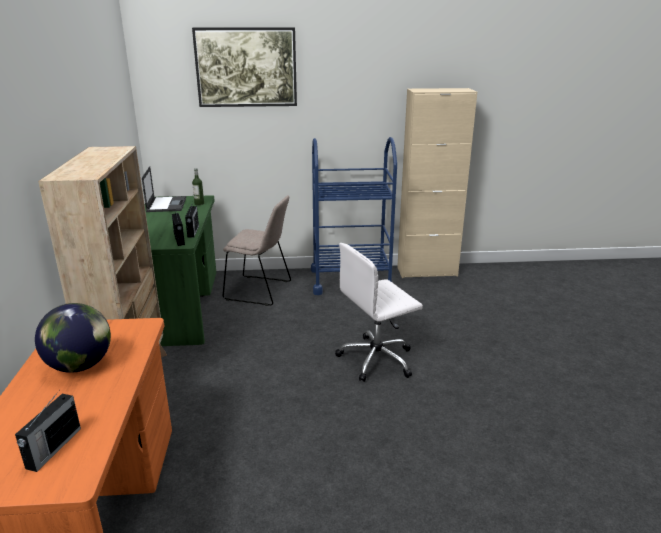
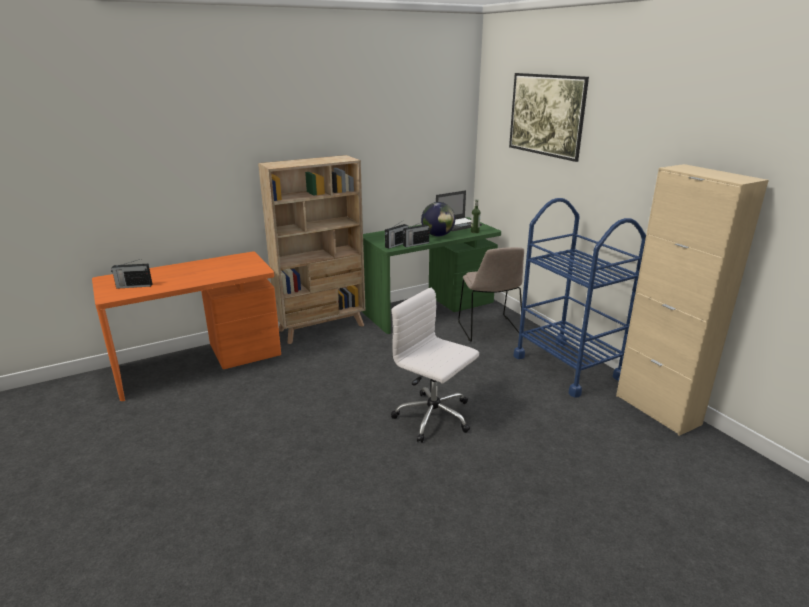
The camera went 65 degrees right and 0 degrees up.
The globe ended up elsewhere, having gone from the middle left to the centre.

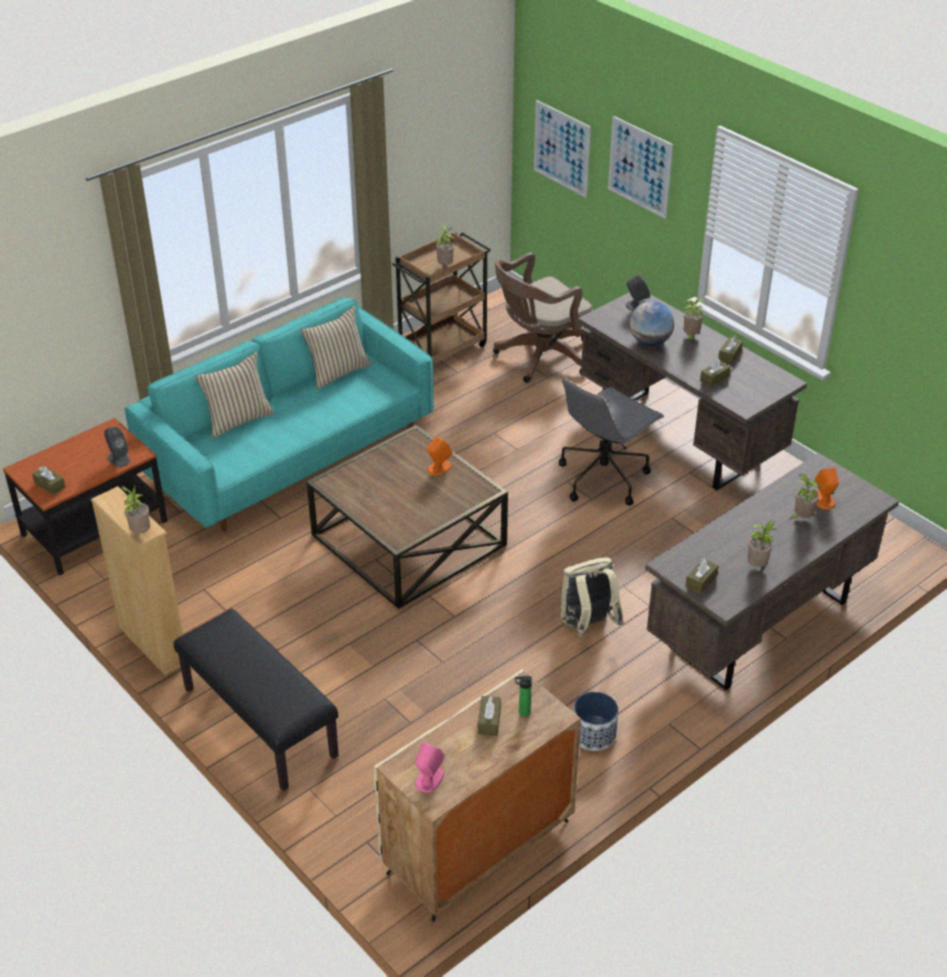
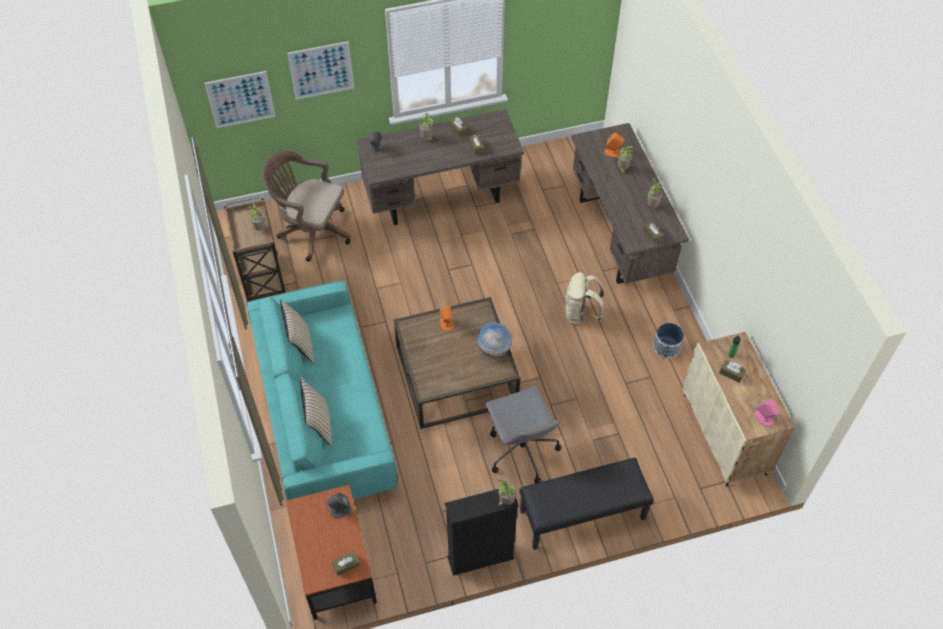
The camera went 65 degrees left and 15 degrees up.
The office chair (brown) at the top centre ended up facing another way, 120 degrees clockwise from before.
The globe ended up elsewhere, having gone from the top right to the centre.
The office chair (grey) ended up elsewhere, having gone from the centre to the bottom centre.
What was the bookcase (beige) at the middle left turned into the bookcase (black) at the bottom centre.

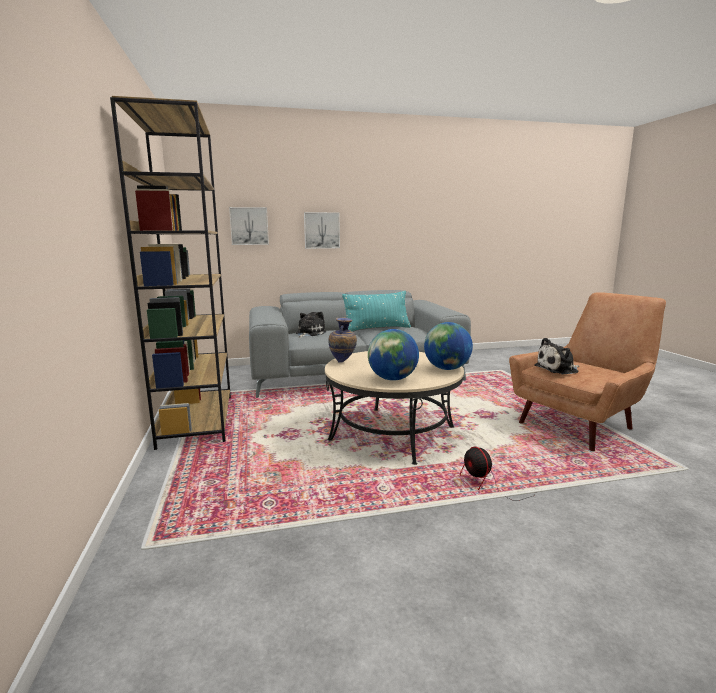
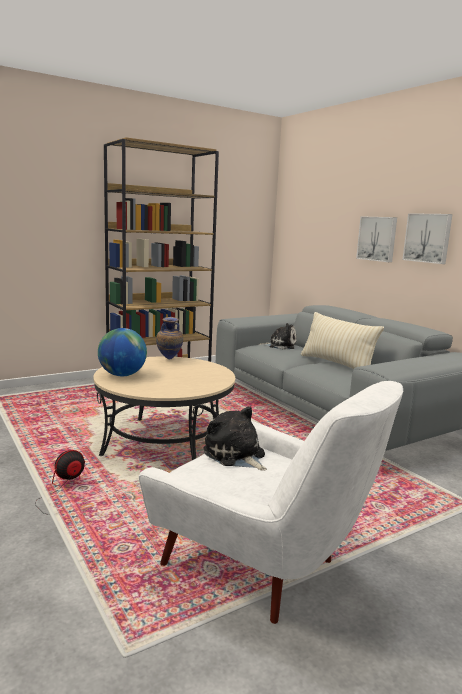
The camera went 70 degrees right and 0 degrees up.
The picture (1st from left in the first image) ended up elsewhere, having gone from the top centre to the middle right.
What was the pillow (turquoise) at the centre turned into the pillow (beige) at the middle right.
What was the armchair (brown) at the middle right turned into the armchair (white) at the bottom centre.
The second view lost the globe (2nd from left) at the centre.

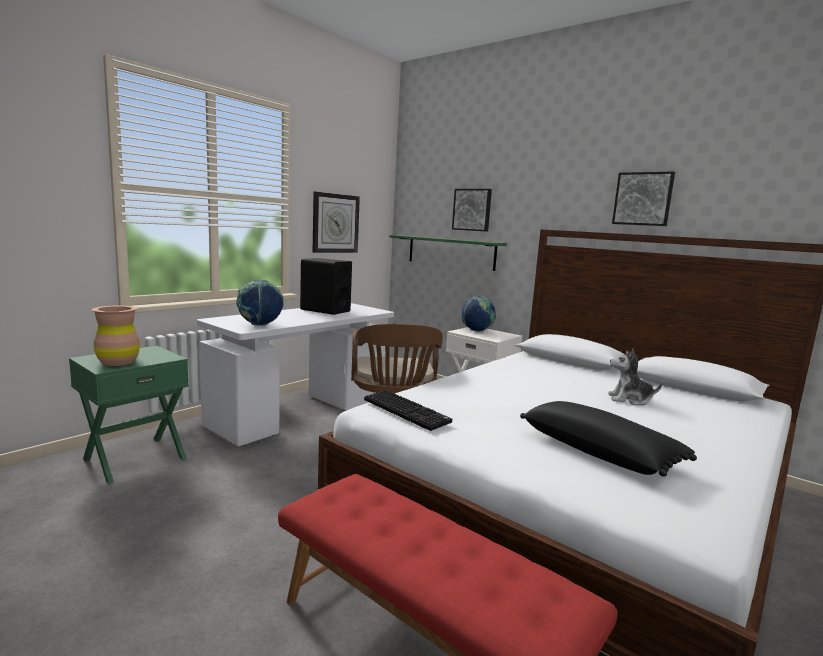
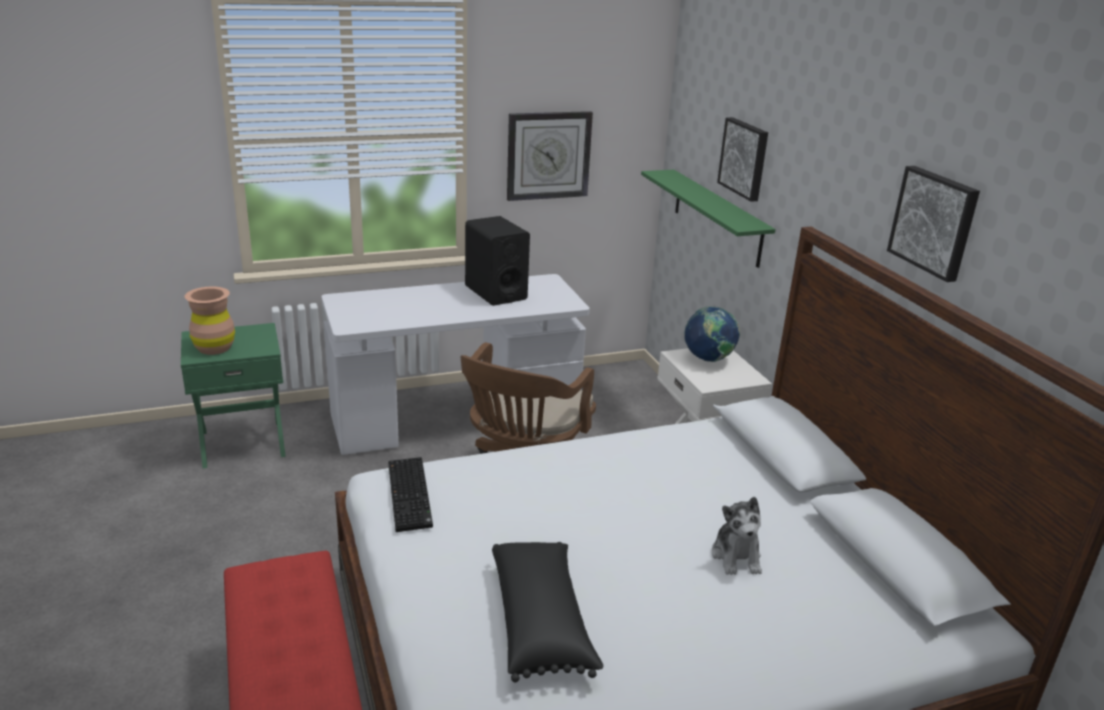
The camera went 30 degrees right and 15 degrees up.
The second view lost the globe (1st from left) at the middle left.
The plush toy at the middle right ended up facing another way, 135 degrees counterclockwise from before.

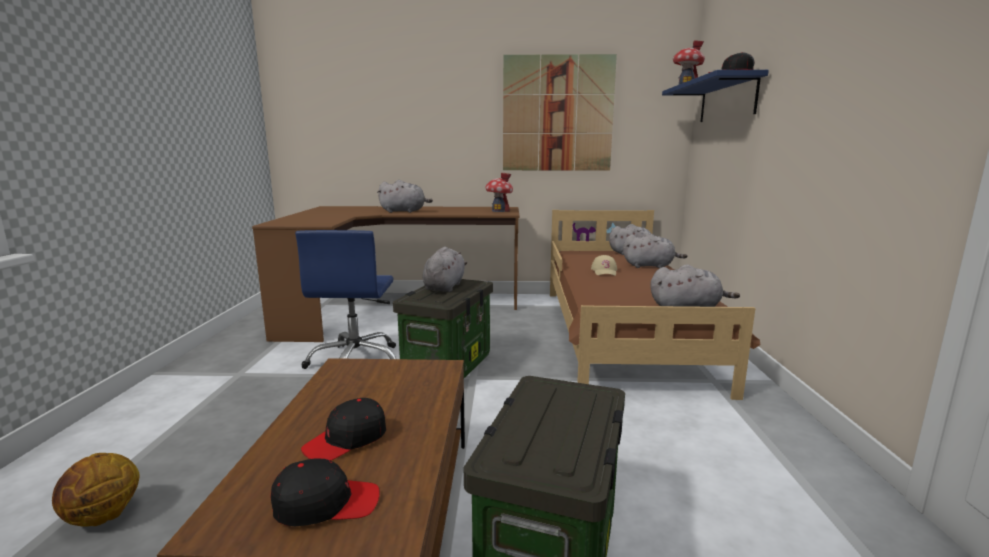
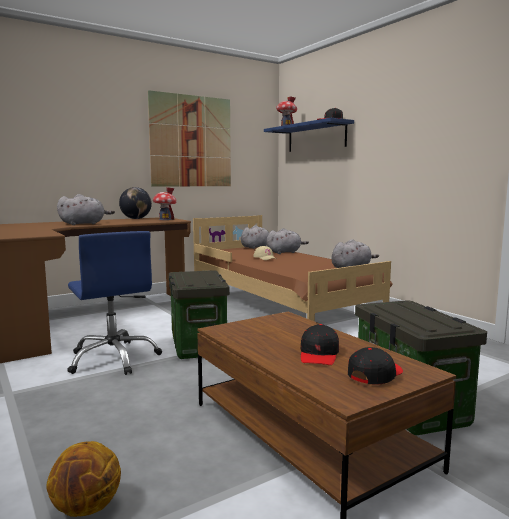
The camera went 35 degrees left and 5 degrees down.
The second view lost the plush toy (grey) (2nd from left) at the centre.
The second view gained the globe at the middle left.

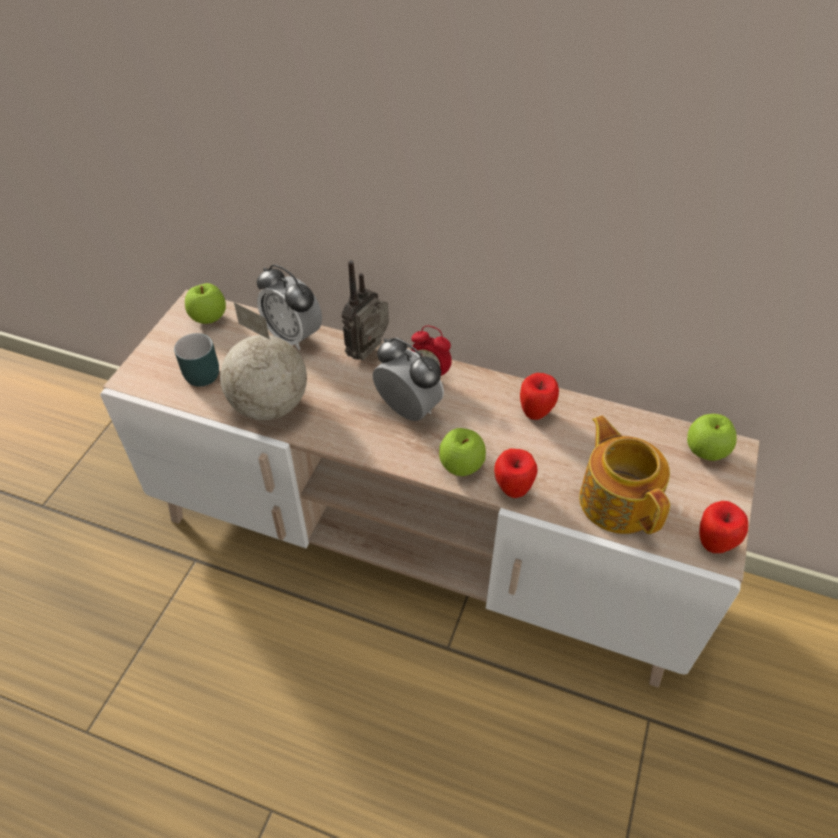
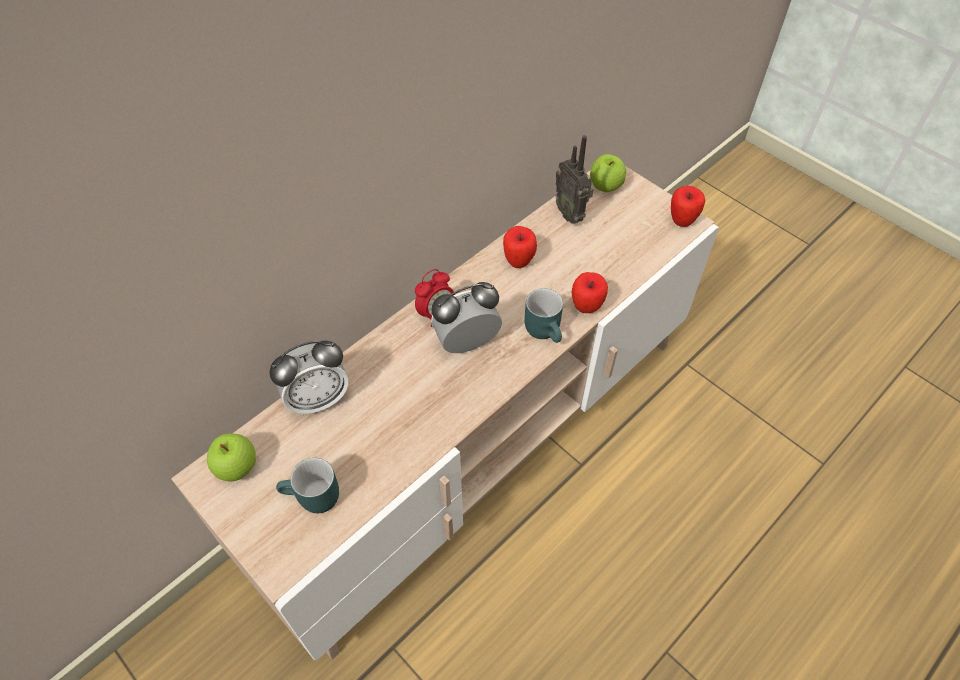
The camera went 65 degrees left and 5 degrees up.
The radio ended up elsewhere, having gone from the centre to the top centre.
The second view lost the globe at the middle left.
The second view lost the teapot at the middle right.
Where the apple (2nd from left) stood at the centre, the mug (turquoise) (2nd from left) came to stand at the centre.

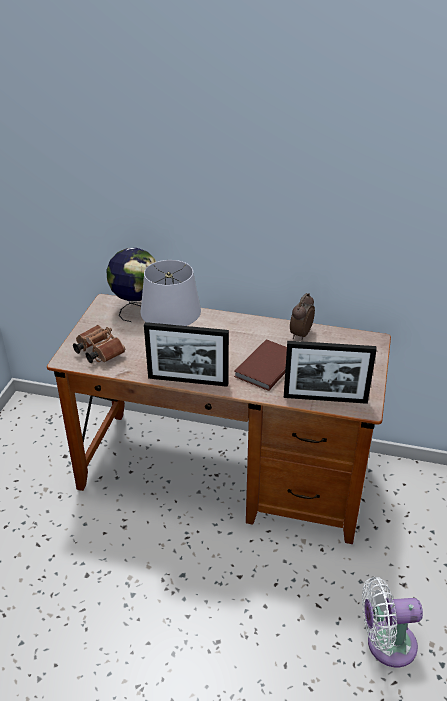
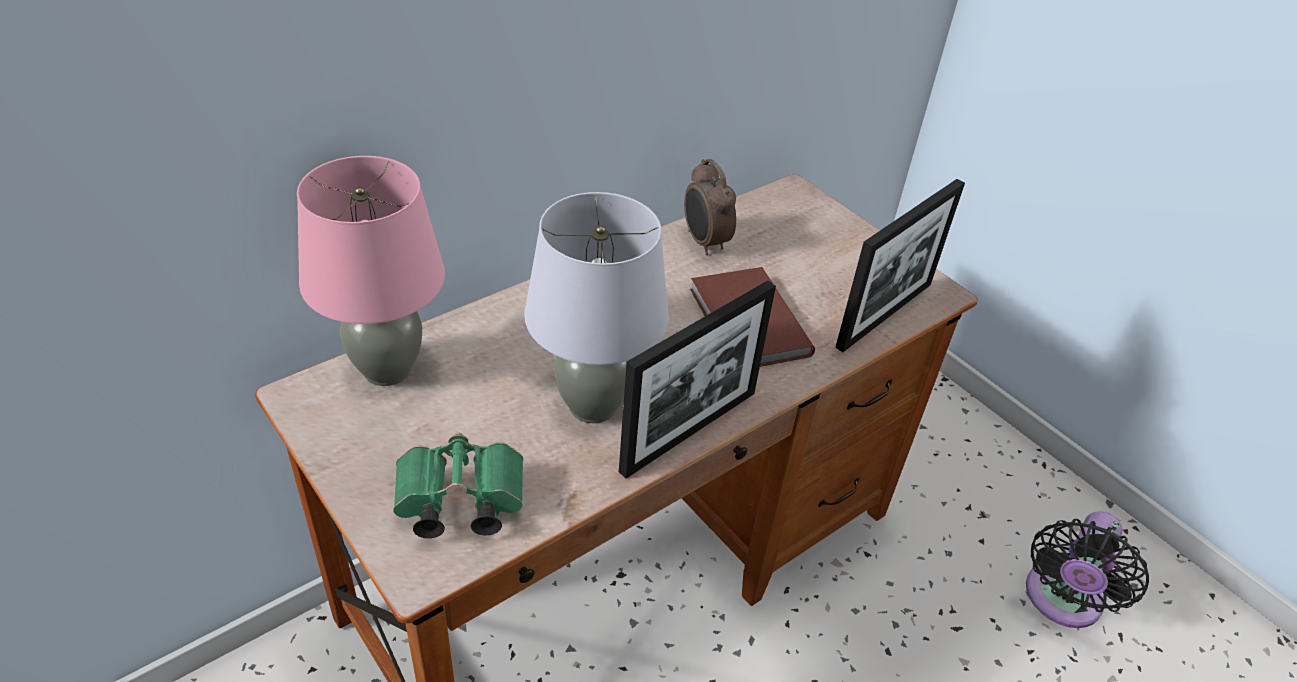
The camera went 55 degrees left and 5 degrees up.
Where the globe stood at the middle left, the table lamp (pink) came to stand at the middle left.
What was the binoculars (brown) at the middle left turned into the binoculars (green) at the bottom centre.
What was the fan (white) at the bottom right turned into the fan (black) at the bottom right.

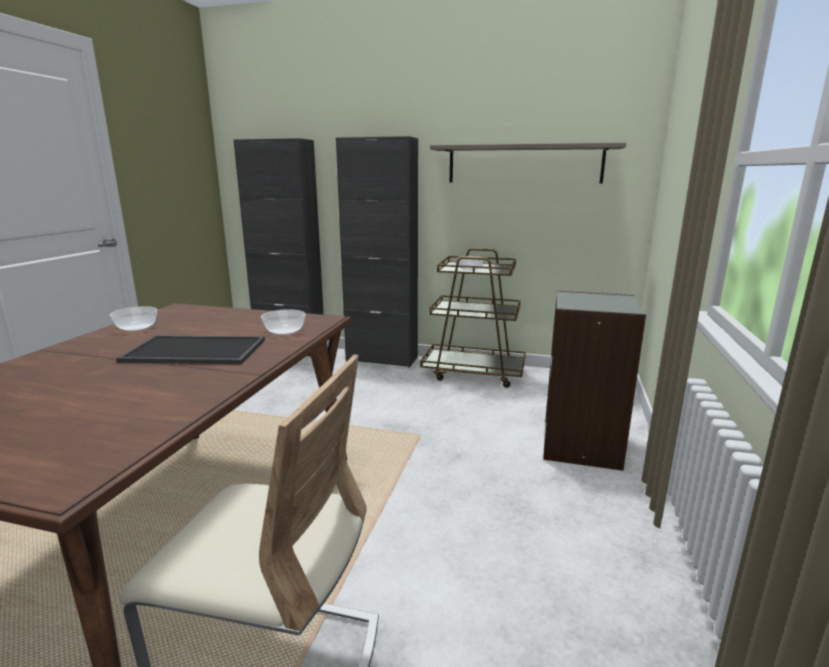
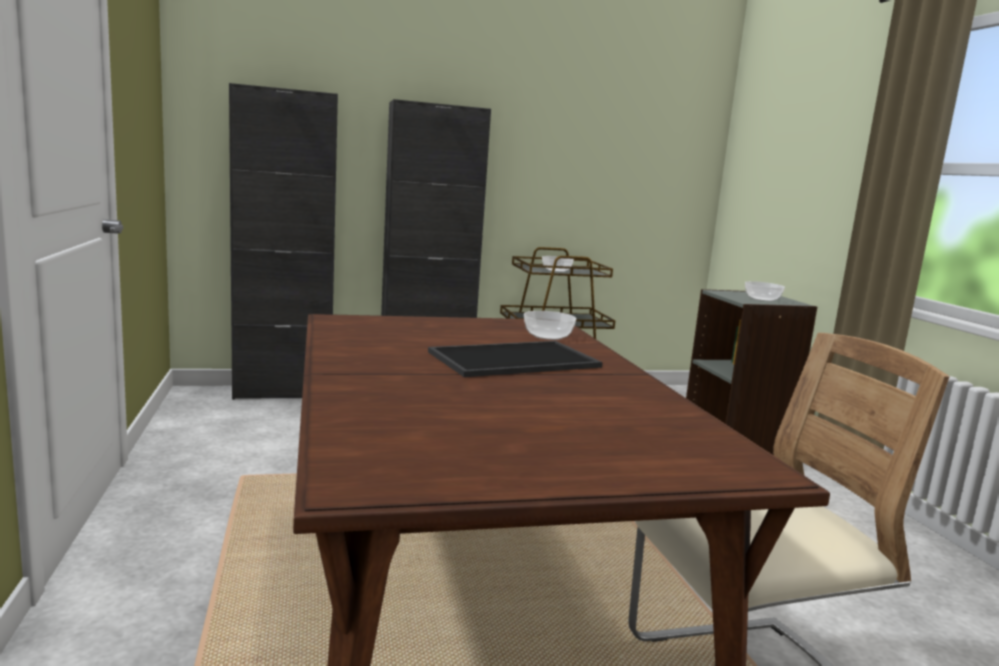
The camera went 30 degrees left and 5 degrees down.
The second view lost the shelf at the top centre.
The bowl (1st from left in the first image) ended up elsewhere, having gone from the middle left to the middle right.

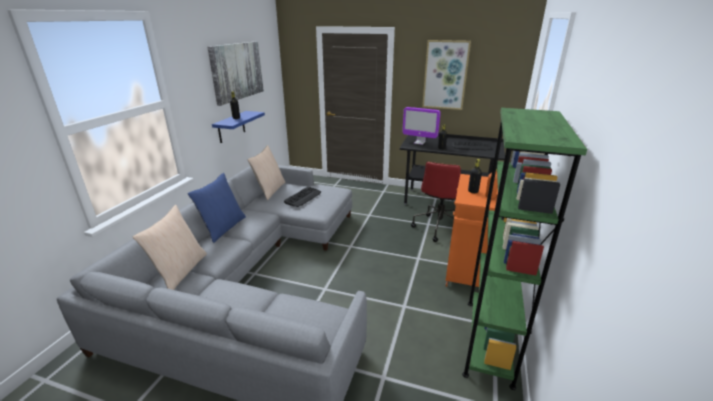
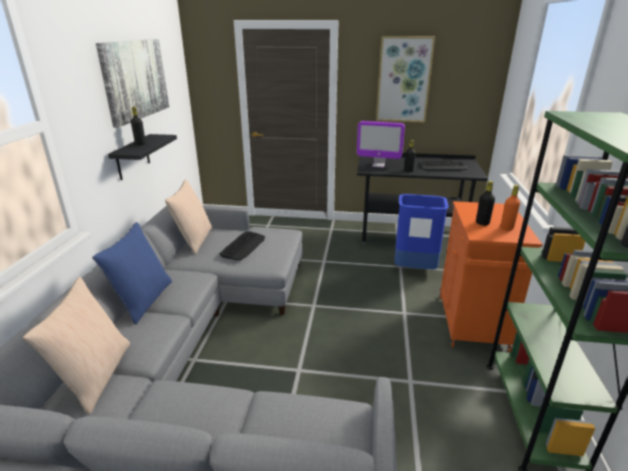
The camera went 10 degrees left and 0 degrees up.
What was the shelf (blue) at the top centre turned into the shelf (black) at the middle left.
Where the office chair (red) stood at the centre, the trash can (blue) came to stand at the middle right.

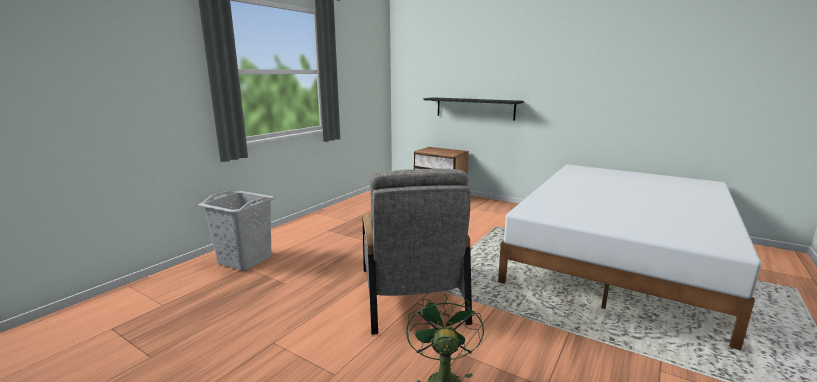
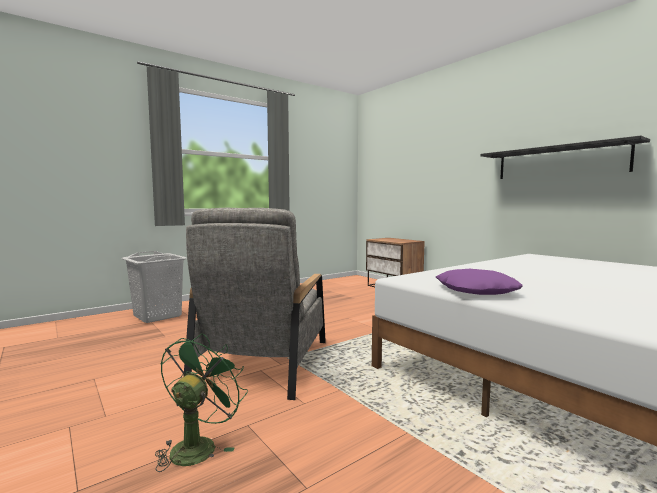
The camera went 20 degrees right and 10 degrees down.
The shelf (black) ended up elsewhere, having gone from the top centre to the top right.
The second view gained the pillow (purple) at the middle right.

